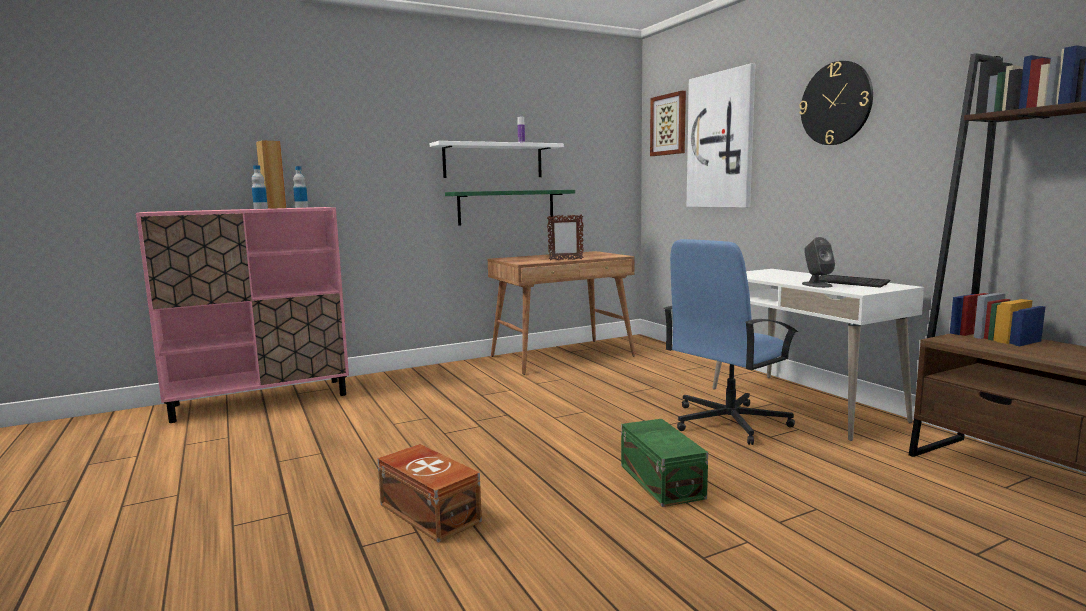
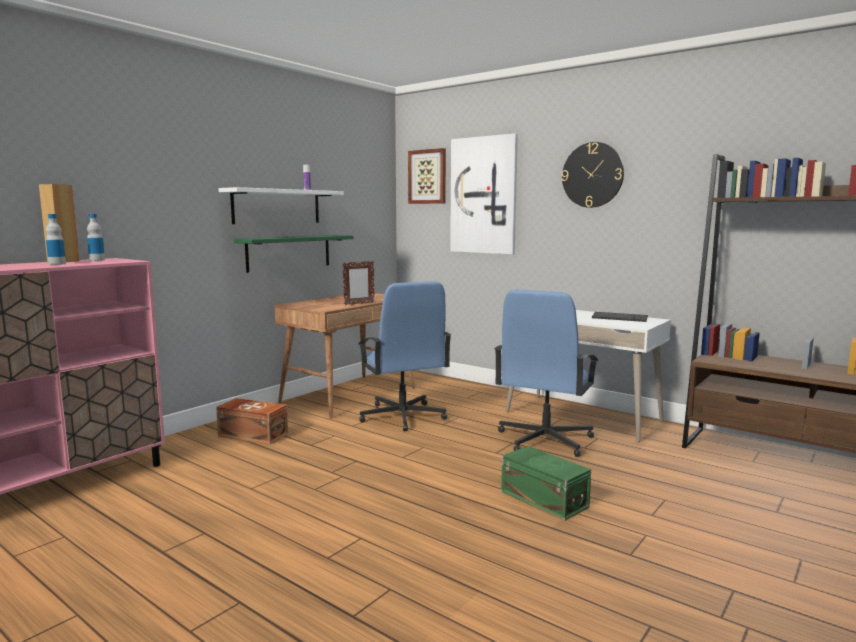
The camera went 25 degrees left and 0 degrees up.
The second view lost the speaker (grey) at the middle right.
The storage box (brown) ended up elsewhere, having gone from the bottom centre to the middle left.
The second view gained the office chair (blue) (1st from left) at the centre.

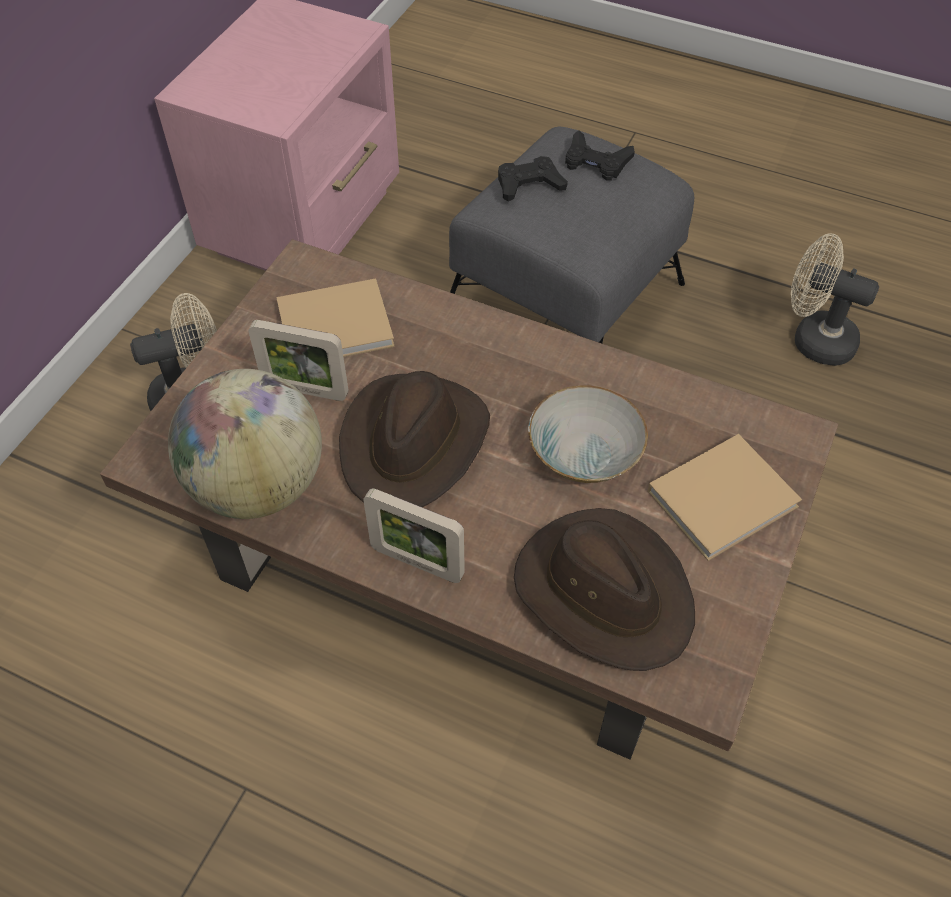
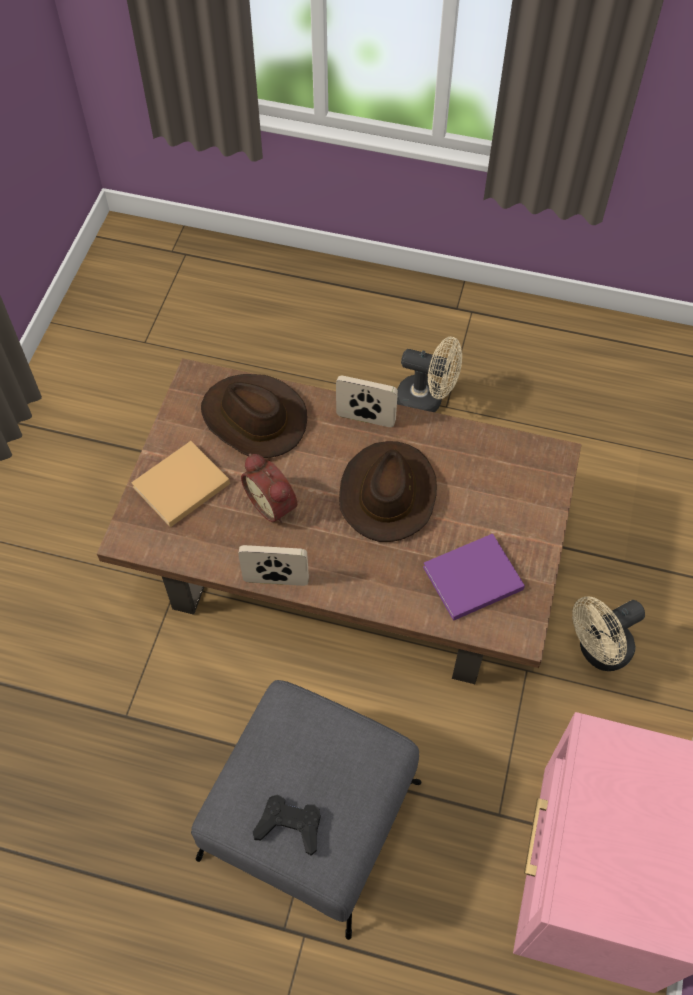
The camera went 170 degrees right and 5 degrees up.
The second view lost the game controller (black) (1st from left) at the top centre.
The fan (beige) (2nd from left in the first image) ended up elsewhere, having gone from the middle right to the centre.
What was the book (beige) (1st from left) at the centre turned into the book (purple) at the middle right.
The picture frame (1st from left) ended up elsewhere, having gone from the middle left to the centre.
The second view lost the globe at the middle left.
Where the bowl stood at the centre, the alarm clock came to stand at the centre.

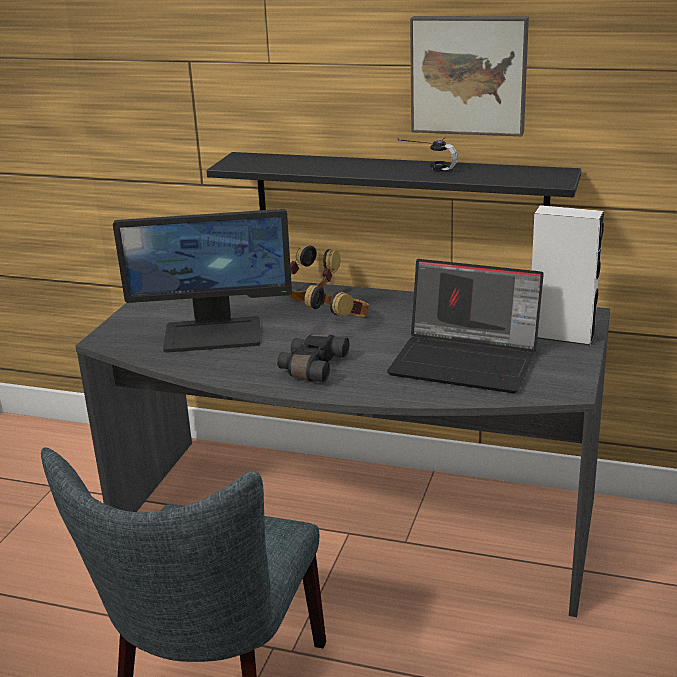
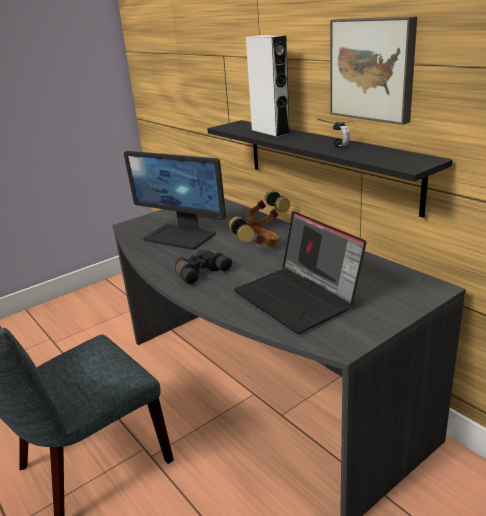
The camera went 35 degrees right and 0 degrees up.
The speaker (white) ended up elsewhere, having gone from the middle right to the top centre.

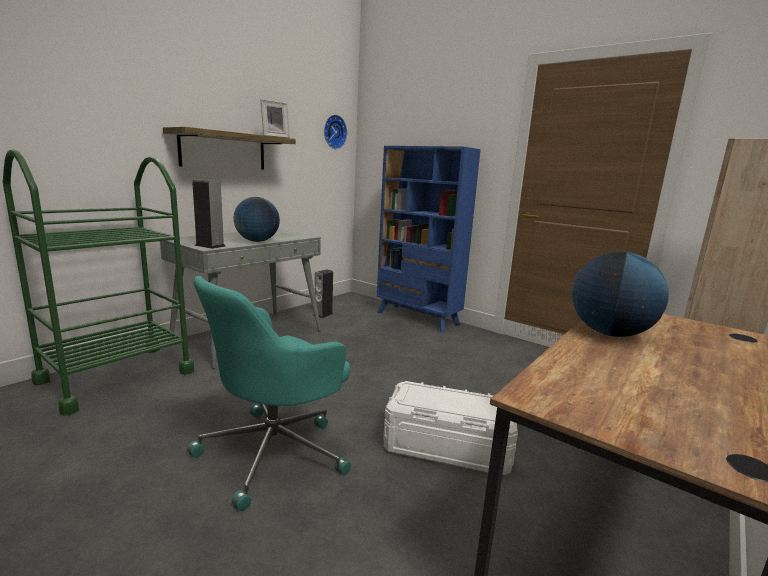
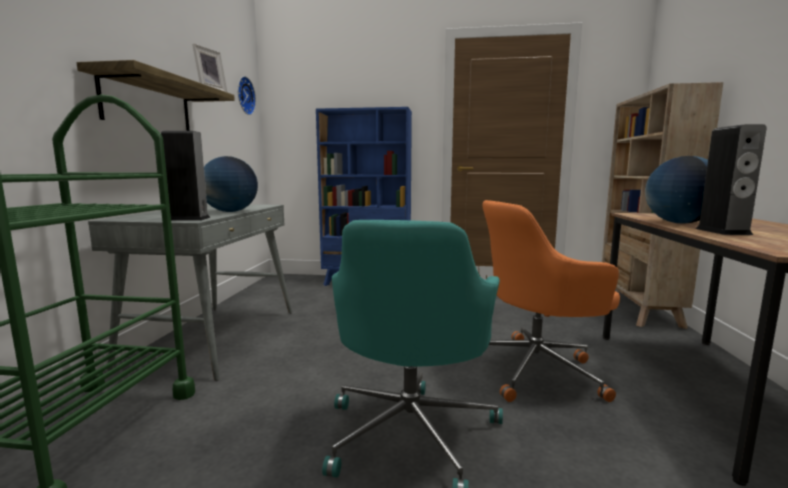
The camera went 30 degrees left and 5 degrees down.
The speaker (2nd from left) ended up elsewhere, having gone from the centre to the middle right.
Where the storage box (white) stood at the bottom centre, the office chair (orange) came to stand at the middle right.

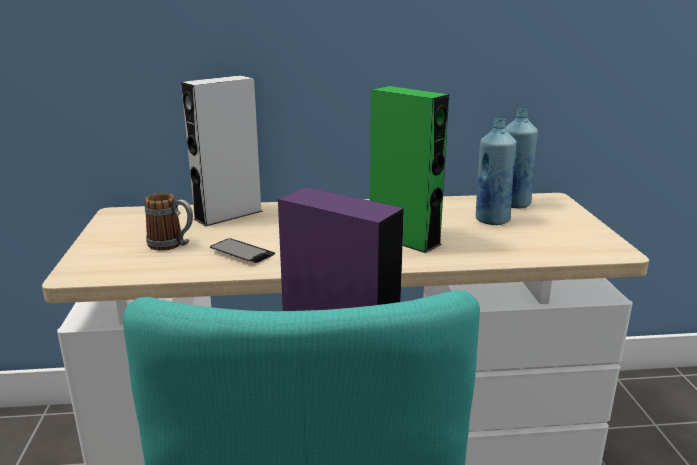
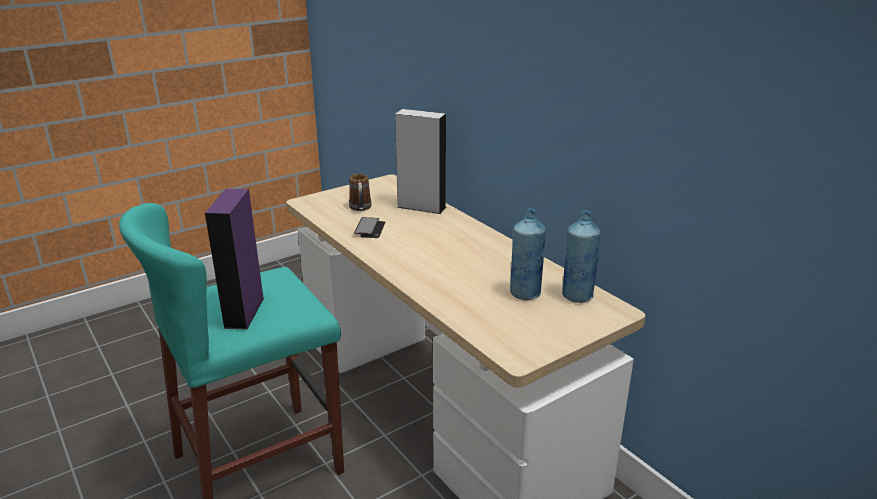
The camera went 60 degrees right and 5 degrees up.
The second view lost the speaker (green) at the centre.

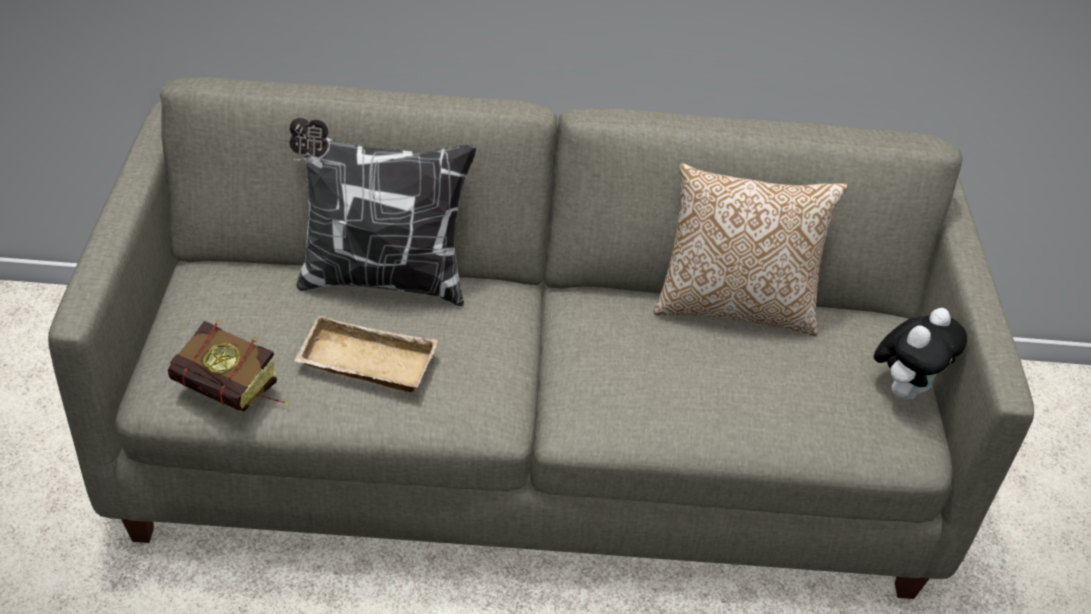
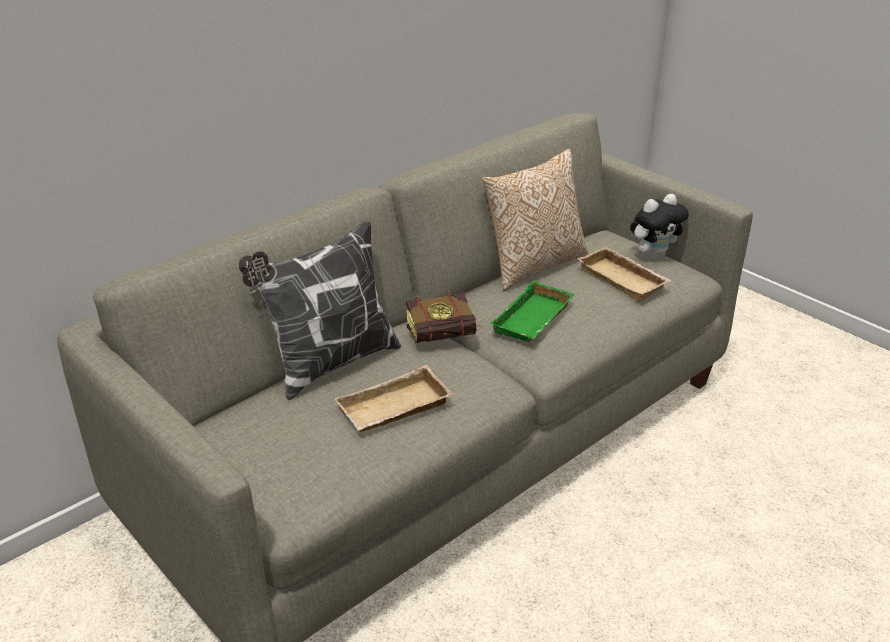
The camera went 40 degrees left and 10 degrees down.
The plush toy at the middle right ended up facing another way, 60 degrees clockwise from before.
The book ended up elsewhere, having gone from the middle left to the centre.
The second view gained the tray (beige) (2nd from left) at the middle right.
The second view gained the tray (green) at the centre.

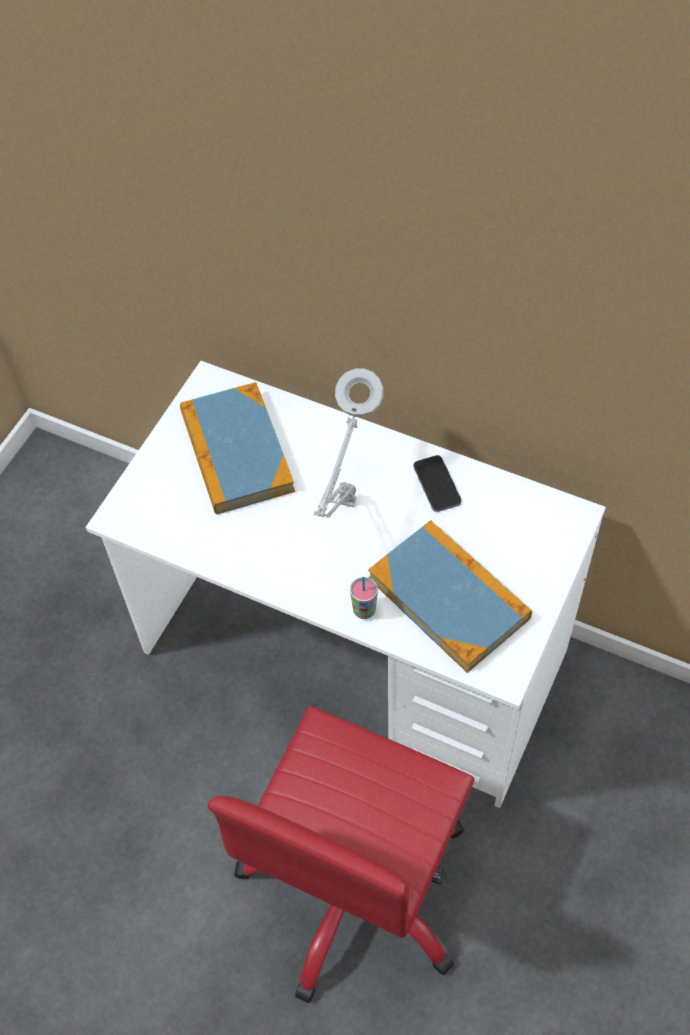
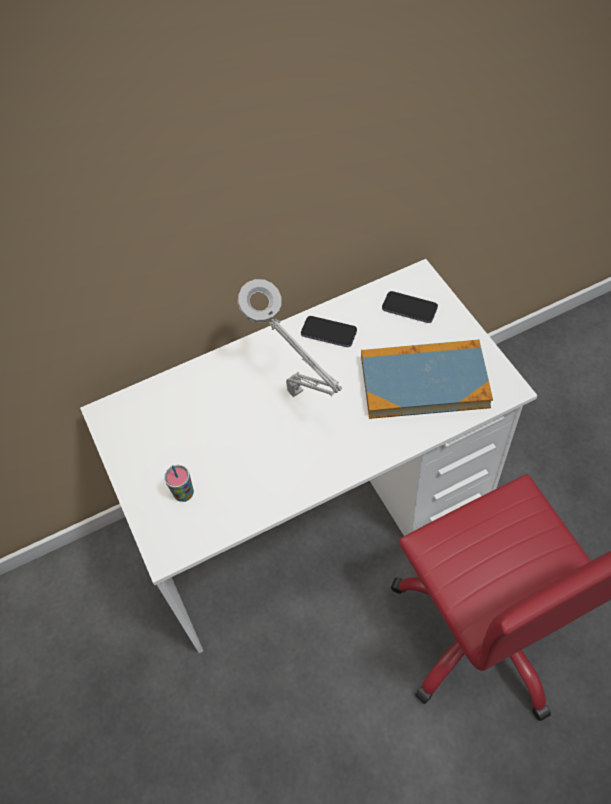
The camera went 50 degrees left and 0 degrees up.
The second view lost the book (1st from left) at the centre.
The cup ended up elsewhere, having gone from the centre to the middle left.
The second view gained the phone (2nd from left) at the middle right.

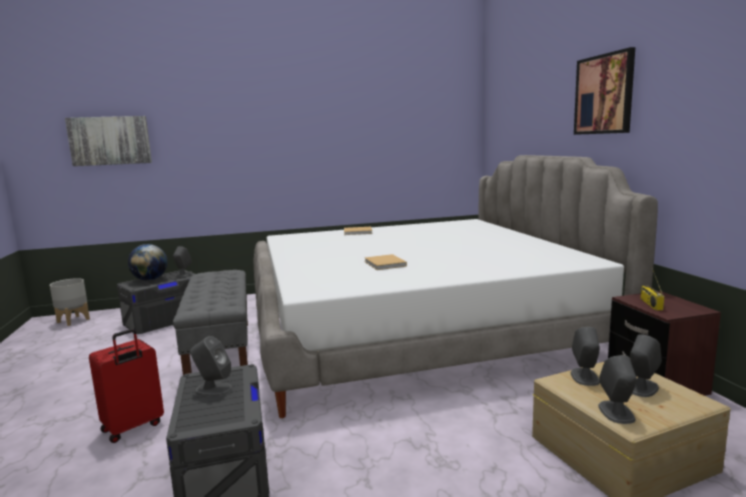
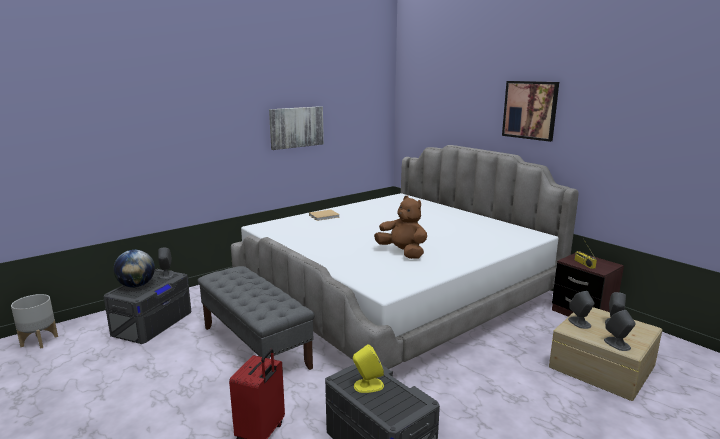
The camera went 25 degrees left and 5 degrees up.
The picture (1st from left) ended up elsewhere, having gone from the top left to the top centre.
Where the book (beige) (2nd from left) stood at the centre, the plush toy (brown) came to stand at the centre.
What was the speaker (grey) (2nd from left) at the bottom left turned into the speaker (yellow) at the bottom centre.

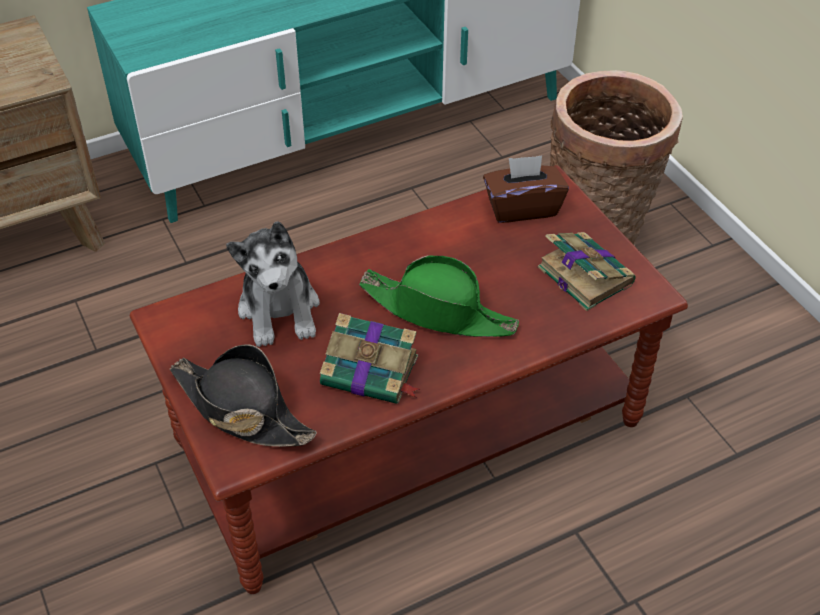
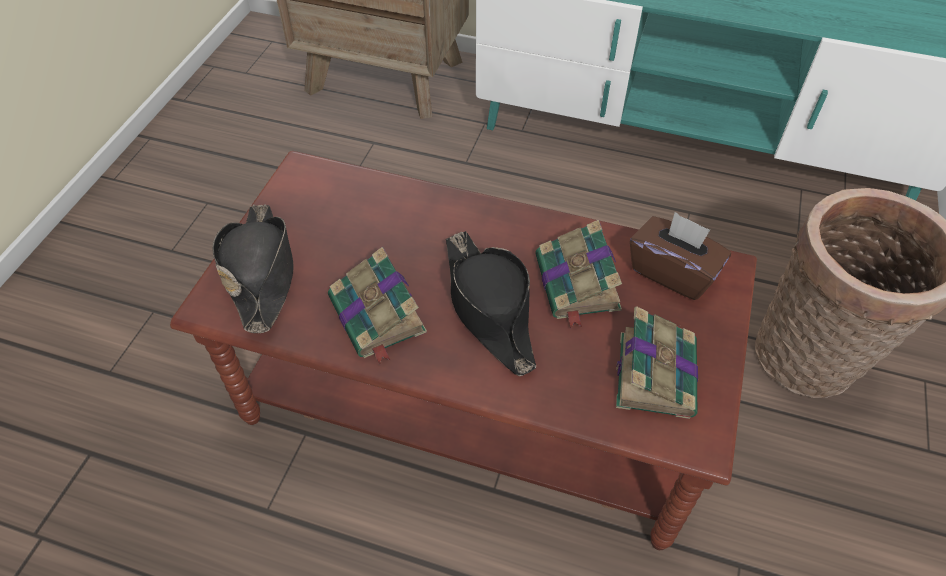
The camera went 45 degrees right and 5 degrees up.
The second view lost the plush toy at the middle left.
What was the hat (green) at the centre turned into the hat (black) (2nd from left) at the centre.
The second view gained the book (2nd from left) at the centre.

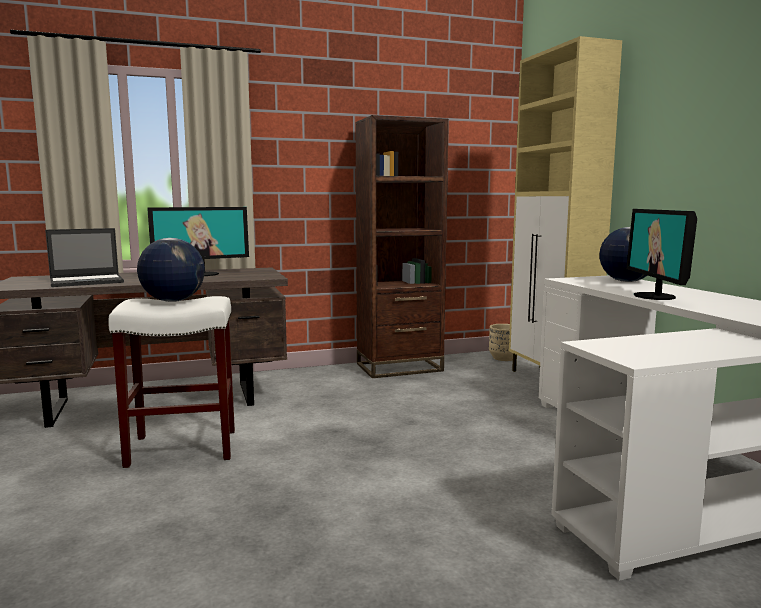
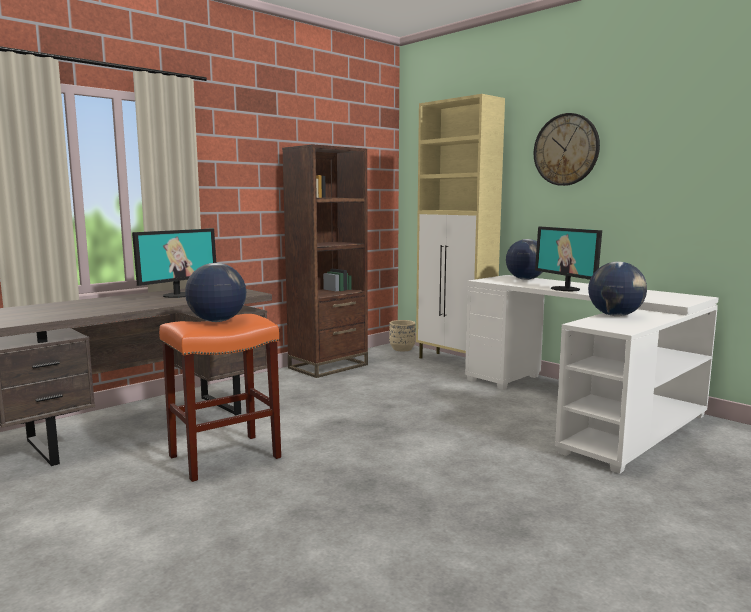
The camera went 25 degrees left and 0 degrees up.
The second view lost the laptop at the middle left.
What was the stool (white) at the middle left turned into the stool (orange) at the middle left.
The second view gained the wall clock at the top right.
The second view gained the globe (3rd from left) at the middle right.

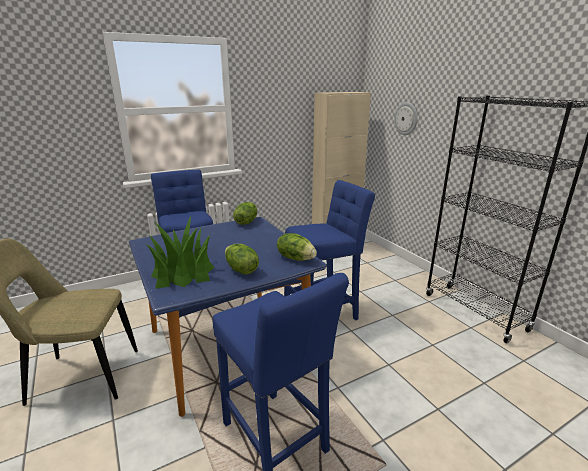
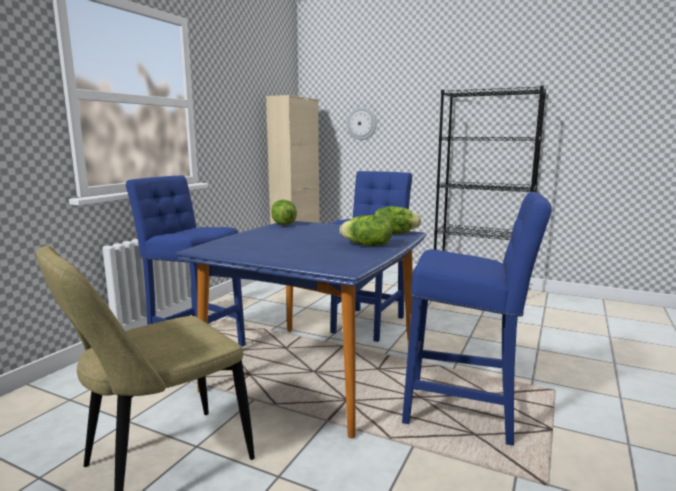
The camera went 35 degrees left and 10 degrees down.
The second view lost the potted plant at the middle left.

